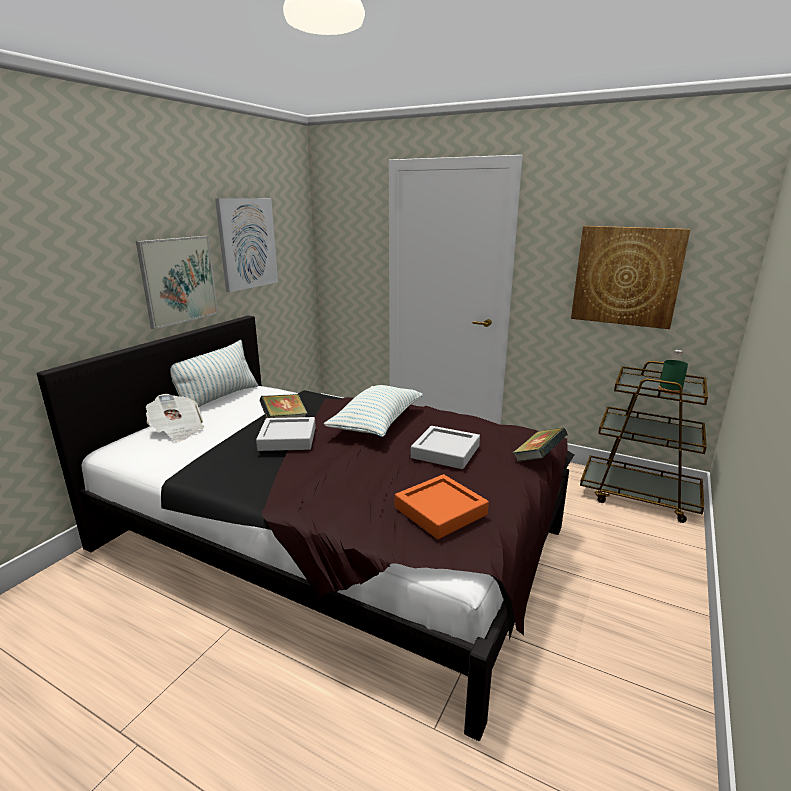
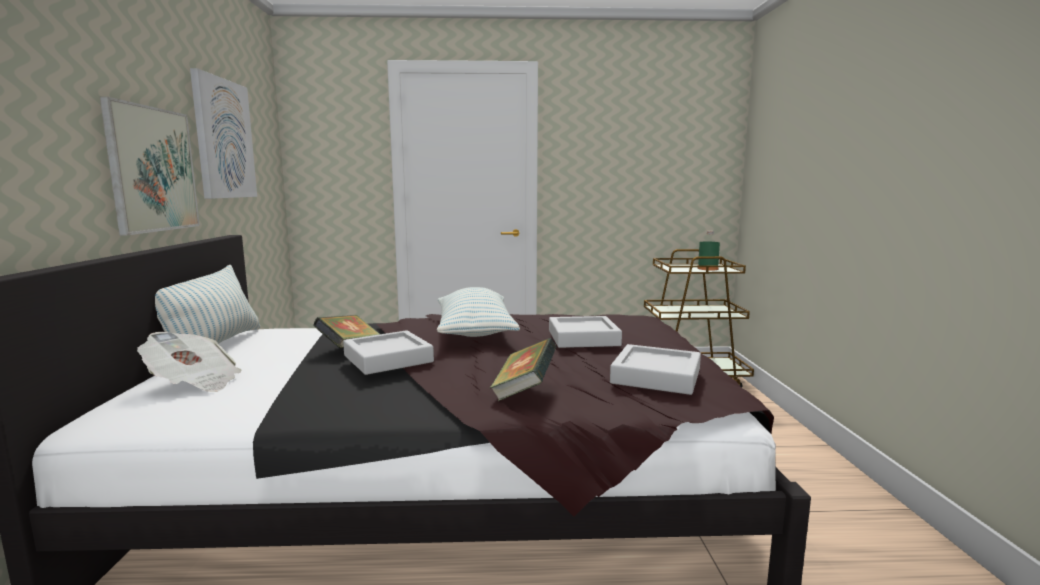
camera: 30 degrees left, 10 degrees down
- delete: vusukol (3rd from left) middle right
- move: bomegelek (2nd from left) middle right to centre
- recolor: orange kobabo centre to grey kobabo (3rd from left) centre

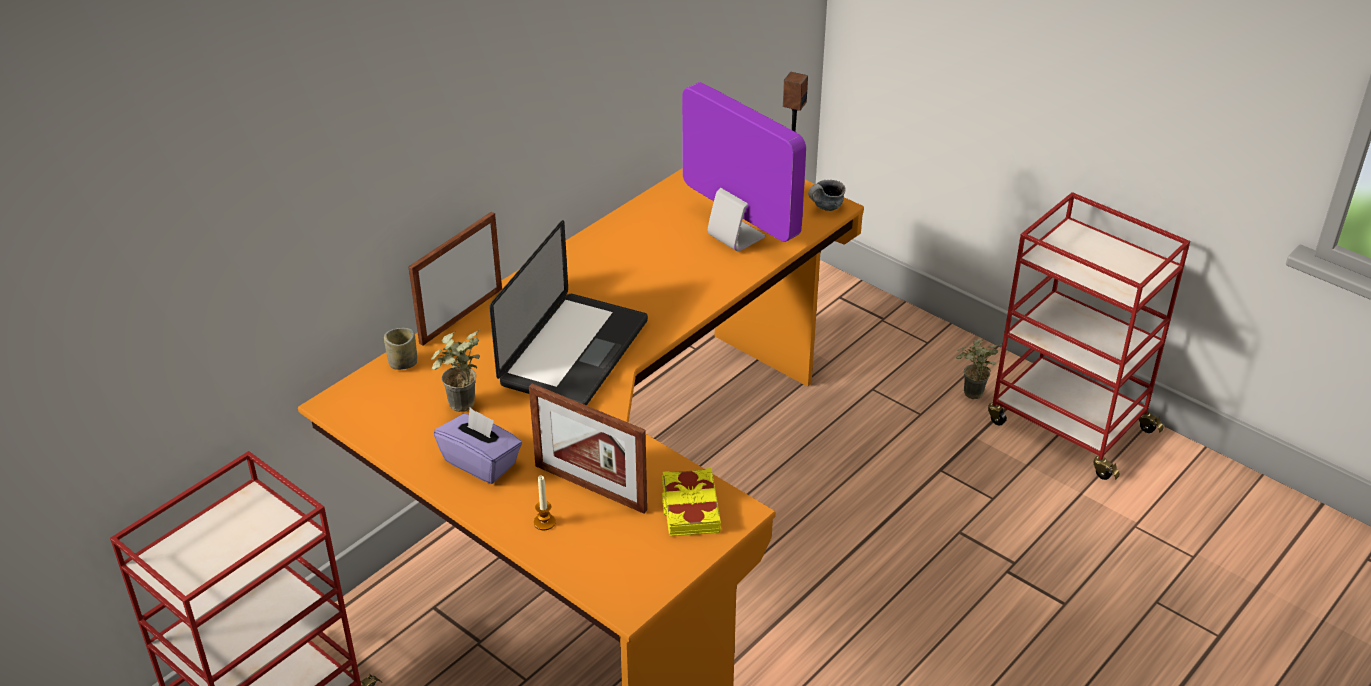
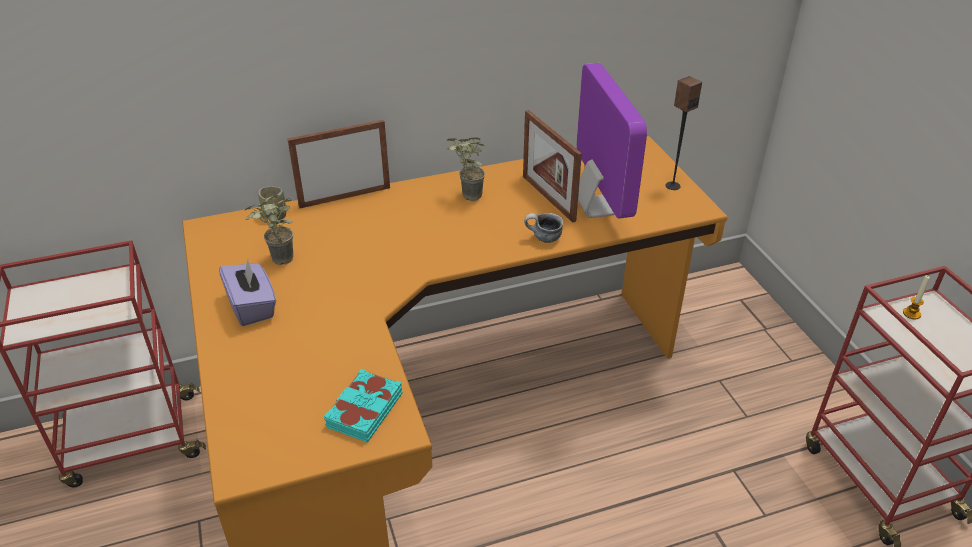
camera: 30 degrees right, 0 degrees up
- move: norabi top centre to centre
- delete: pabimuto centre
- move: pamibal (2nd from left) middle right to top centre
- move: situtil (2nd from left) centre to top centre
- recolor: yellow bomegelek bottom centre to turquoise bomegelek bottom centre
- move: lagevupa bottom centre to middle right

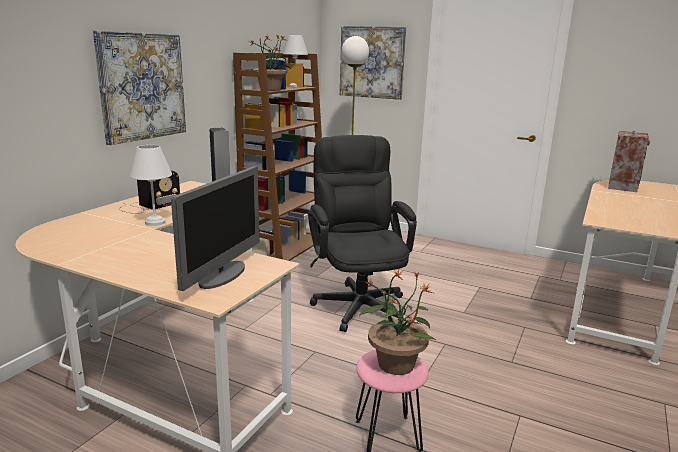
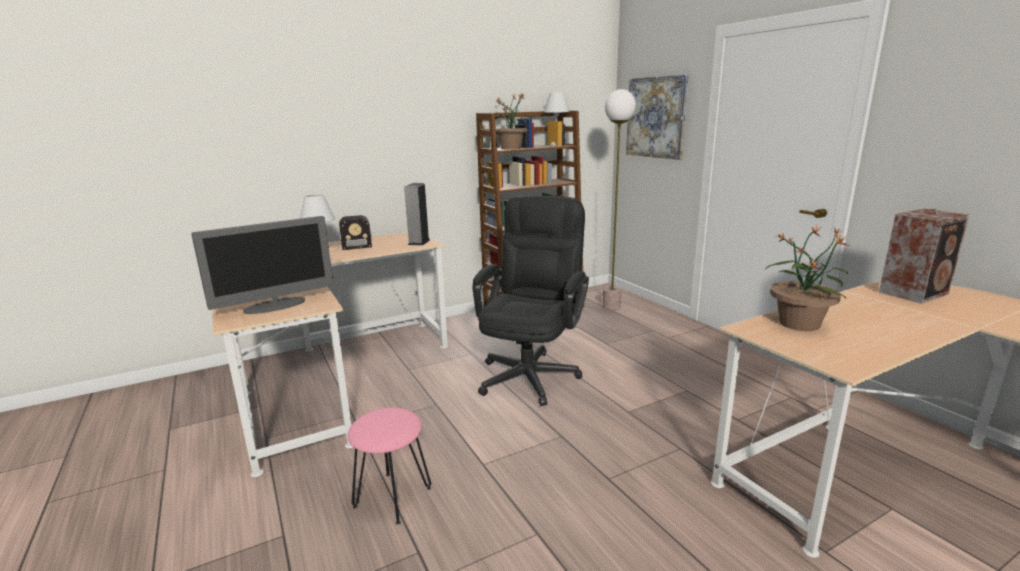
camera: 35 degrees right, 0 degrees up
- delete: vusukol (1st from left) top left
- move: pamibal (2nd from left) bottom centre to middle right

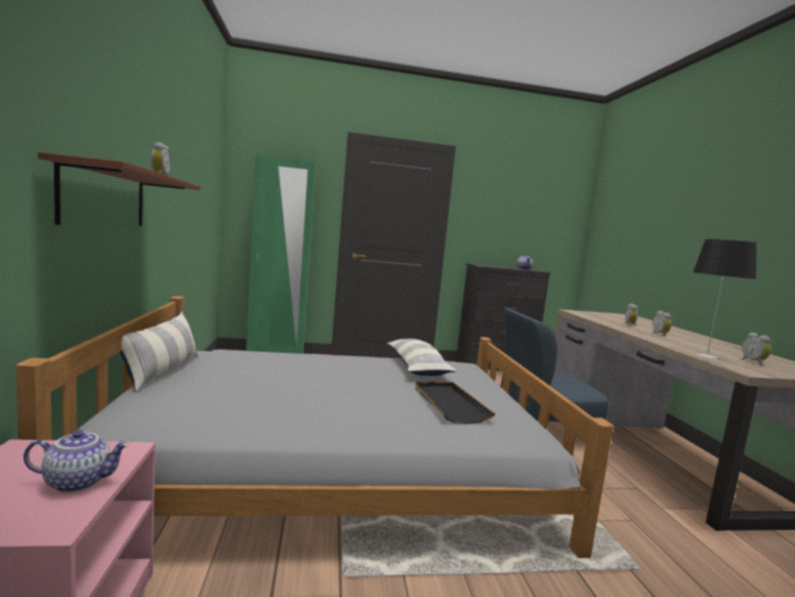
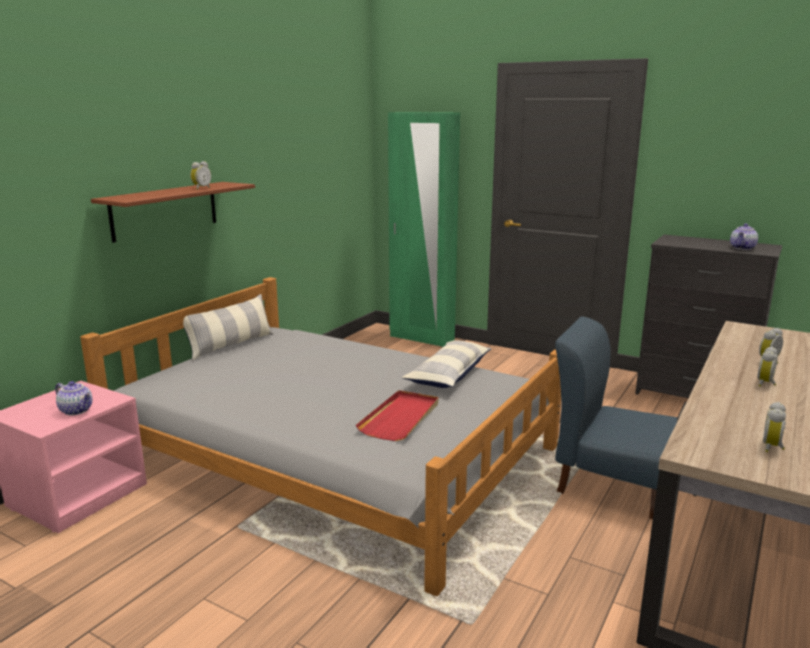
camera: 40 degrees right, 10 degrees up
- delete: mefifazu middle right
- recolor: black kobabo bottom centre to red kobabo centre

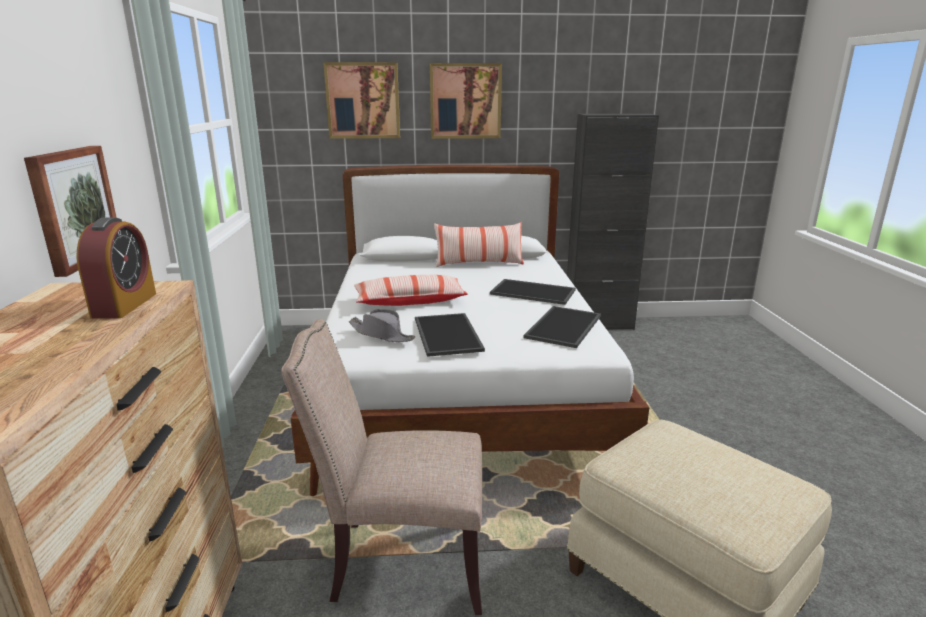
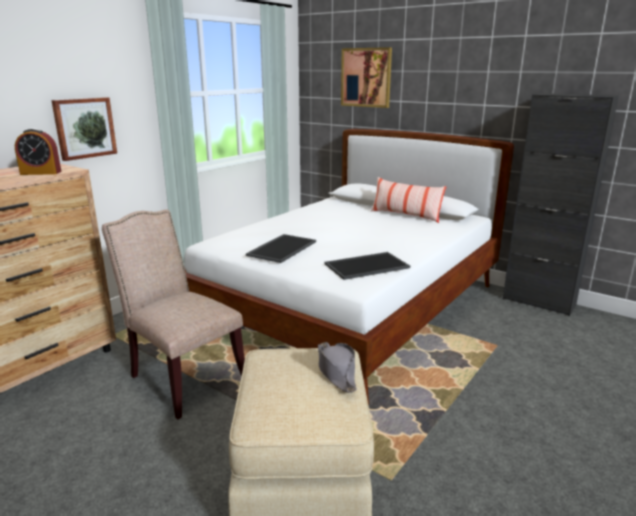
camera: 40 degrees right, 0 degrees up
- delete: vusukol (3rd from left) top centre
- rotate: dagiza middle left = top left 45 degrees clockwise
- delete: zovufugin (1st from left) centre
- delete: kobabo (2nd from left) centre
- move: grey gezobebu centre to bottom centre

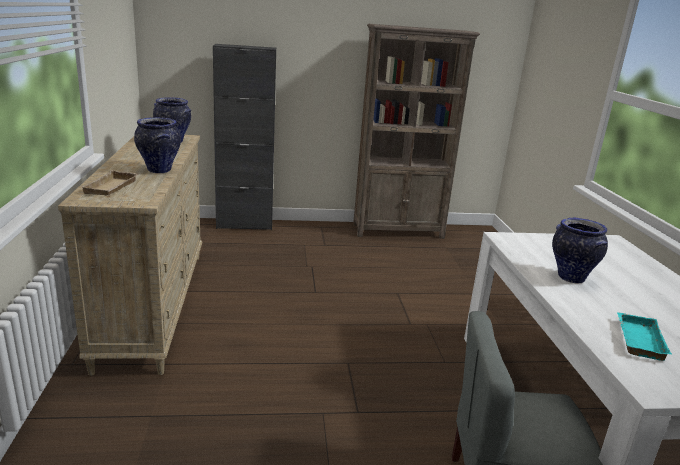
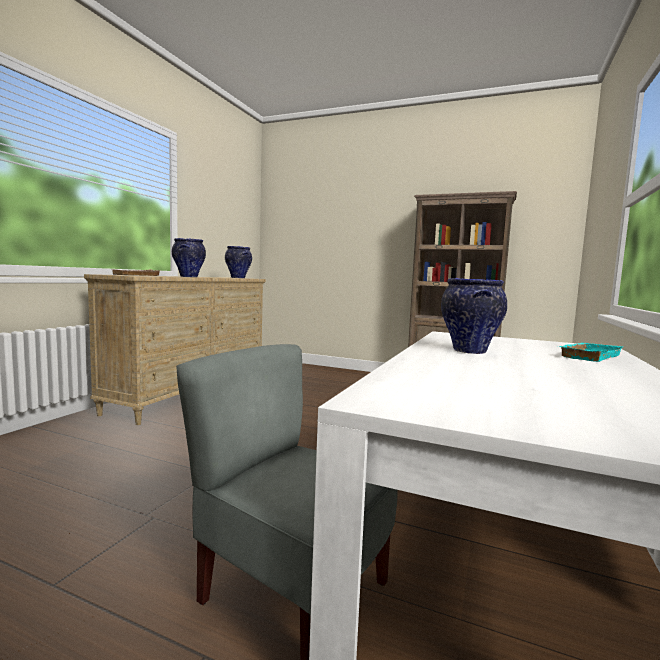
camera: 30 degrees right, 15 degrees down
- delete: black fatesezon top centre
- move: turquoise kobabo bottom right to middle right

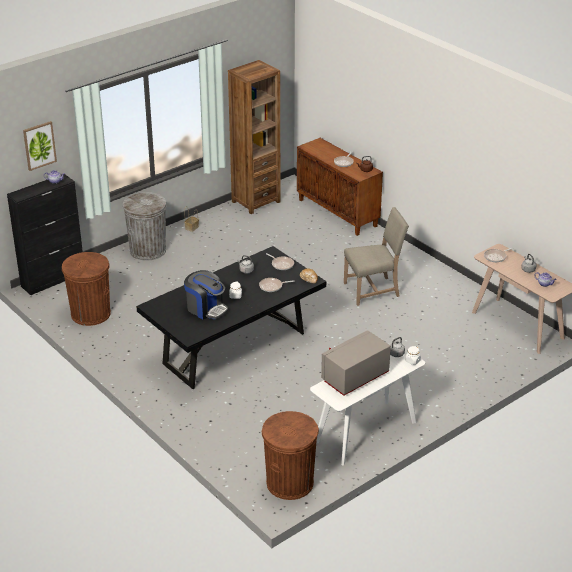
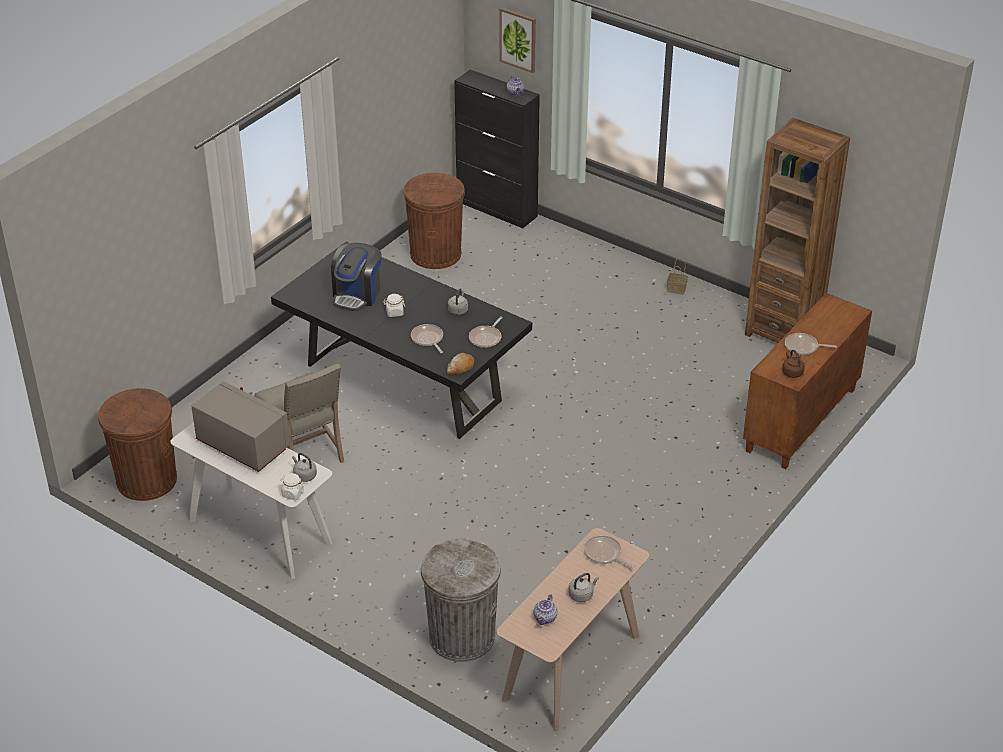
camera: 75 degrees right, 5 degrees up
- move: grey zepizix middle left to bottom centre
- move: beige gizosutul centre to middle left

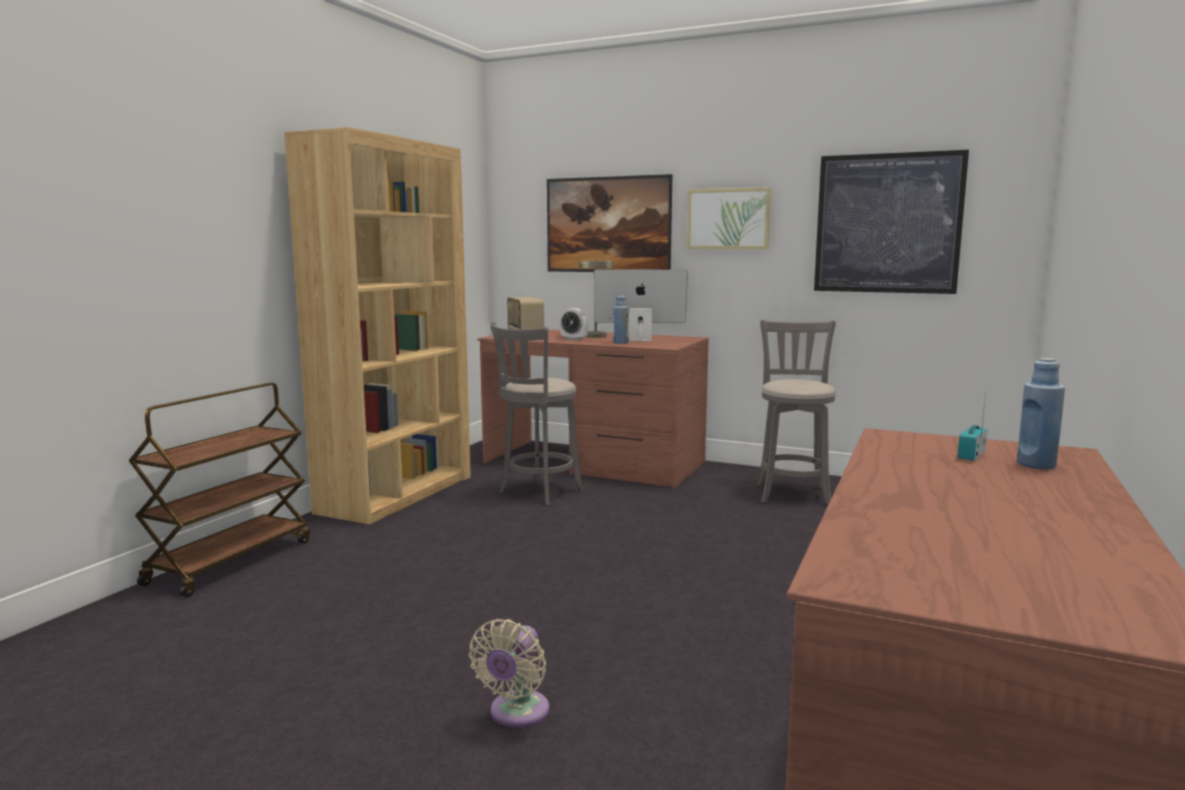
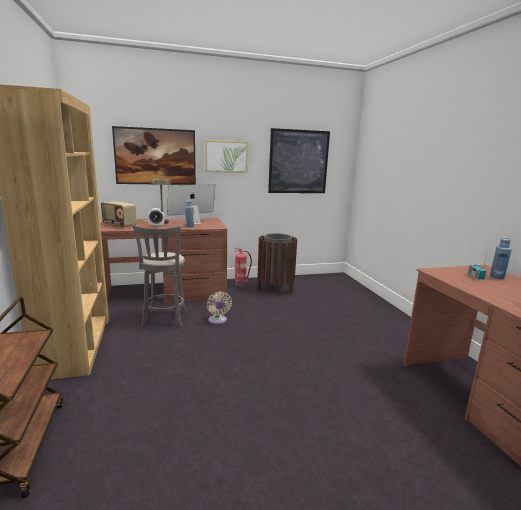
camera: 40 degrees left, 5 degrees up
- replace: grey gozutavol (2nd from left) middle right to brown zepizix centre
- move: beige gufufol bottom centre to centre
- insert: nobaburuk centre

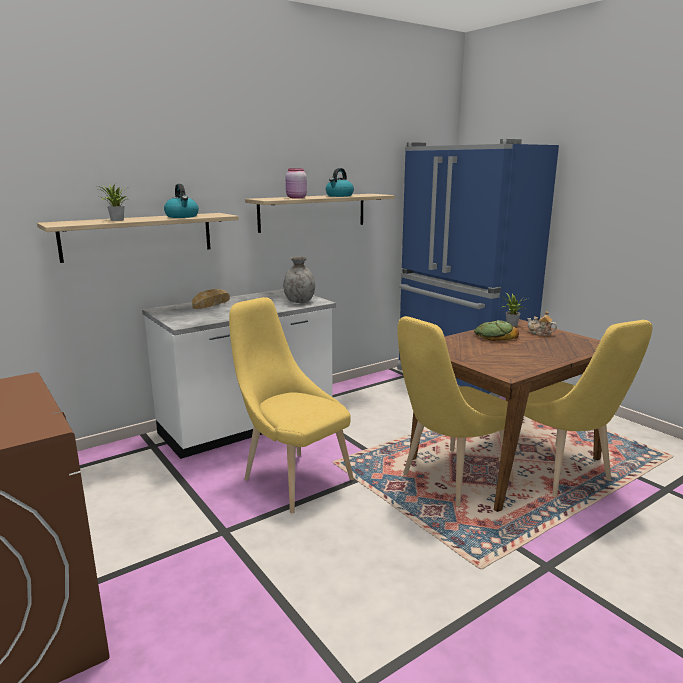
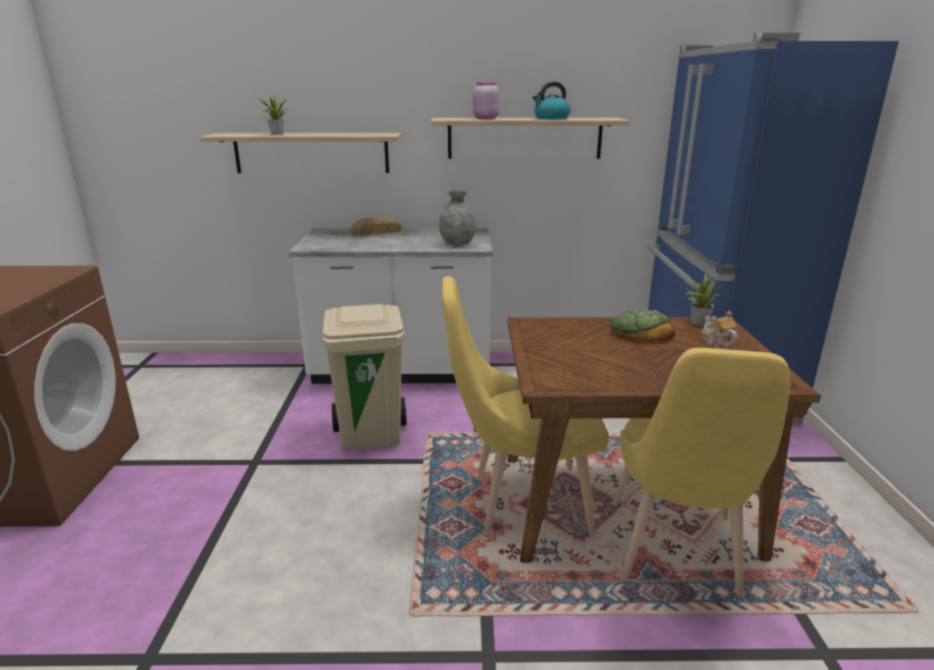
camera: 35 degrees right, 5 degrees up
- delete: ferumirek (1st from left) top left
- replace: yellow gizosutul (1st from left) centre to beige zepizix centre

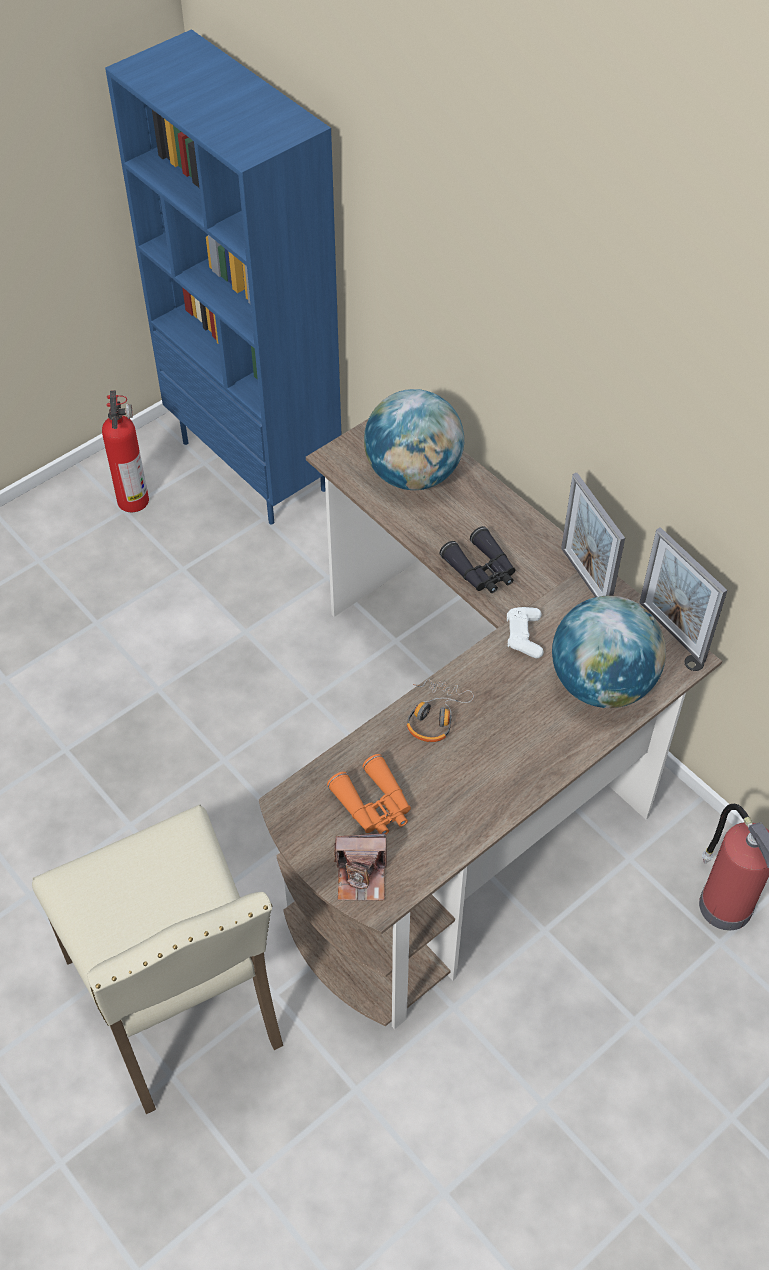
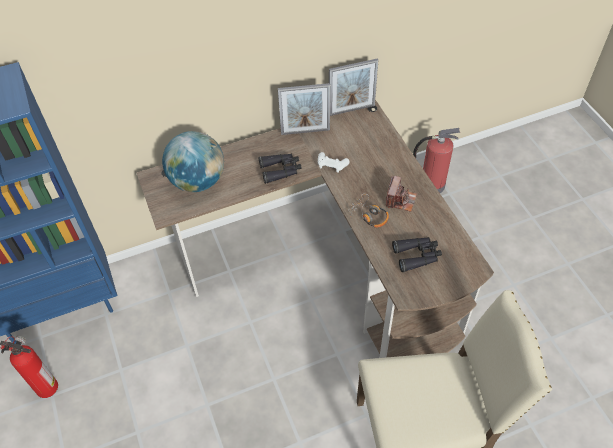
camera: 70 degrees left, 0 degrees up
- delete: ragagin (2nd from left) middle right
- recolor: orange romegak centre to black romegak (2nd from left) middle right
- move: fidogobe bottom centre to centre

